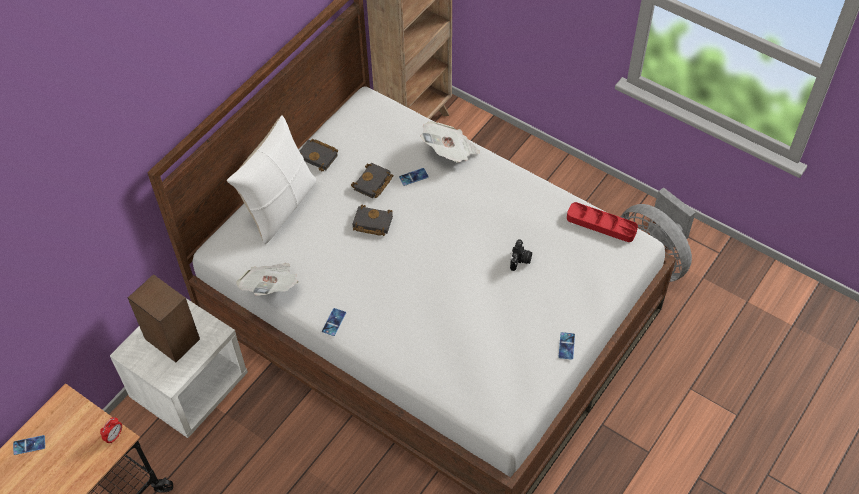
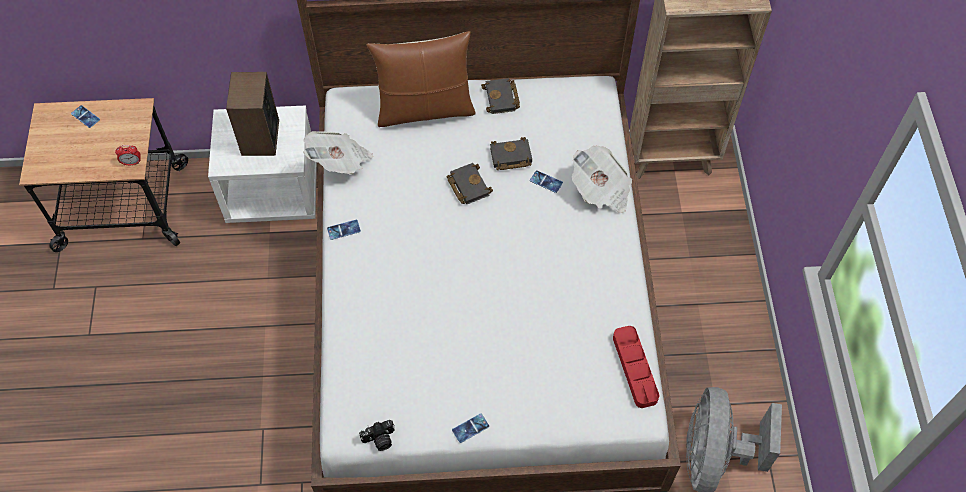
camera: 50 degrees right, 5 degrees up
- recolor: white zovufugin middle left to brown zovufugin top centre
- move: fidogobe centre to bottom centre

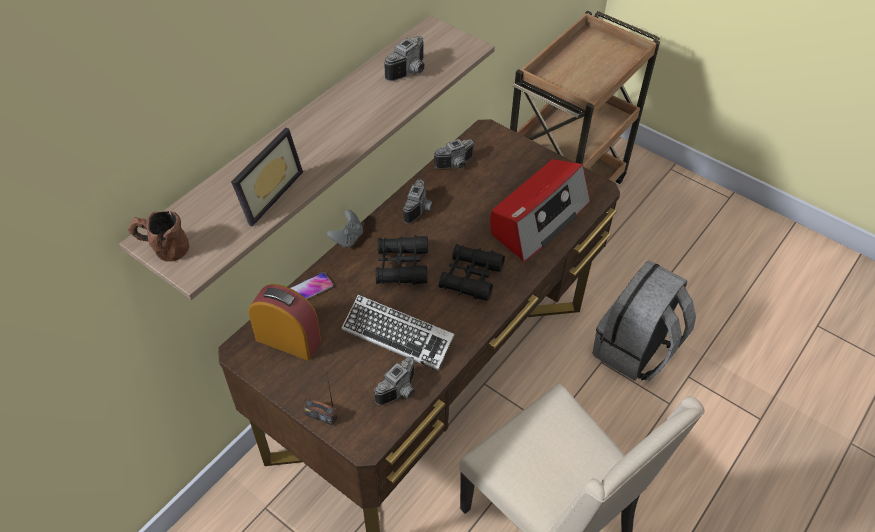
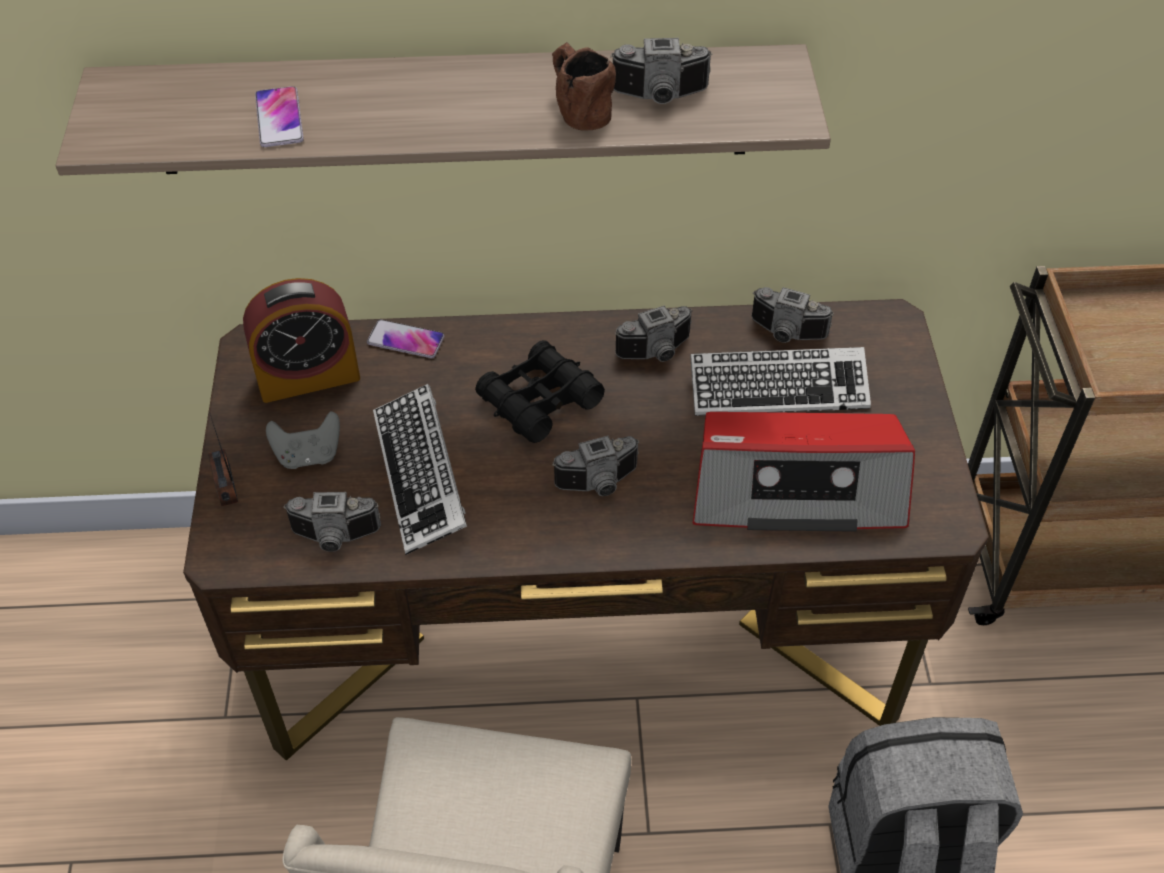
camera: 50 degrees right, 0 degrees up
- replace: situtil top left to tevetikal (1st from left) top left
- move: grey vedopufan centre to middle left
- move: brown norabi middle left to top centre
- replace: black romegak (2nd from left) centre to fidogobe (2nd from left) centre
- rotate: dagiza middle left = middle left 90 degrees clockwise
- insert: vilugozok (2nd from left) middle right

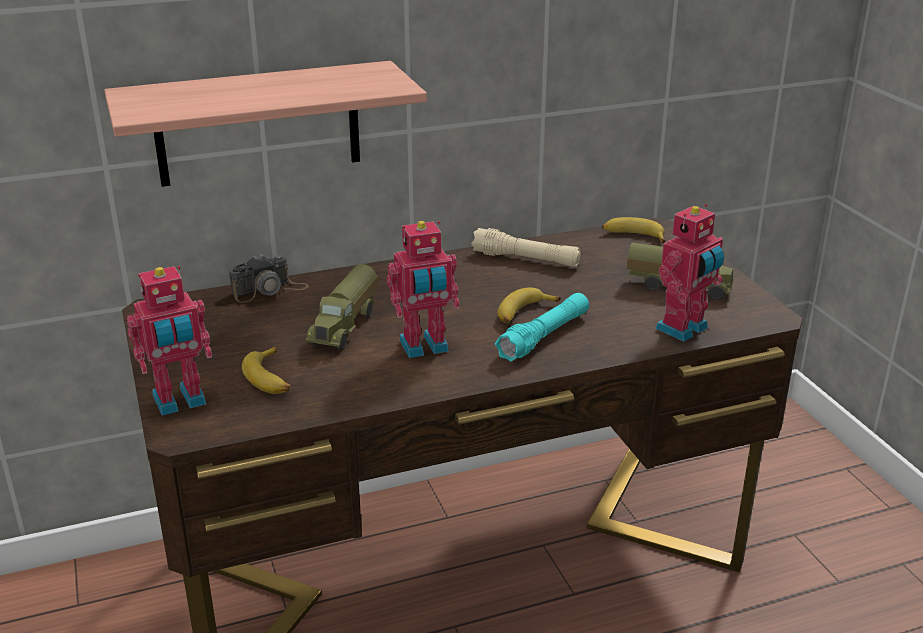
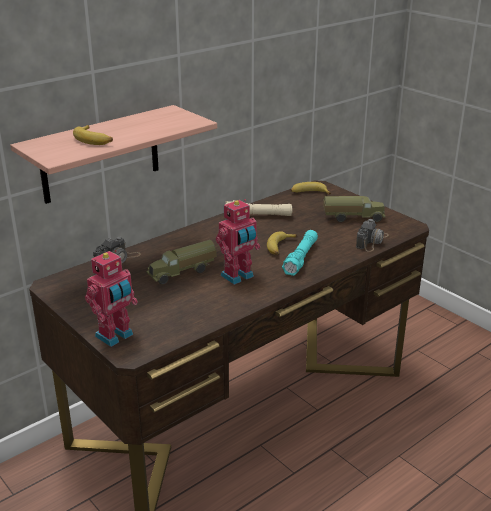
camera: 20 degrees left, 0 degrees up
- replace: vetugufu (3rd from left) middle right to fidogobe (2nd from left) middle right
- rotate: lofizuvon (1st from left) centre = centre 60 degrees clockwise
- move: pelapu (1st from left) middle left to top left

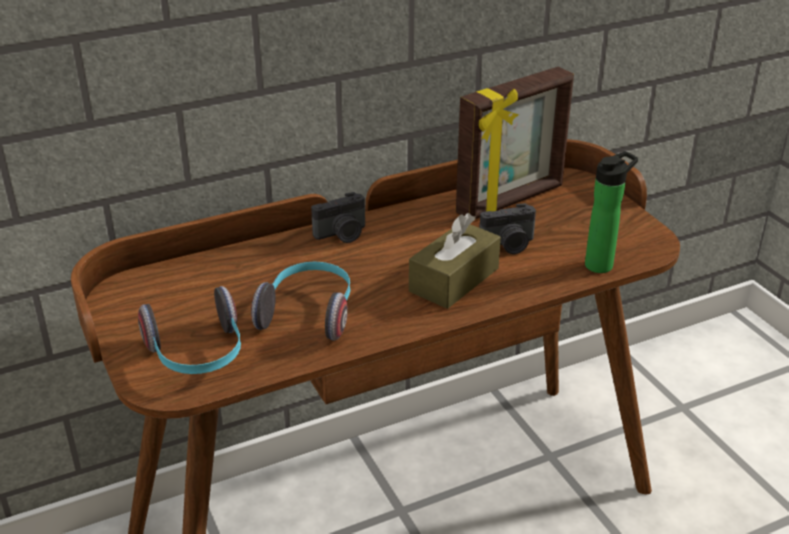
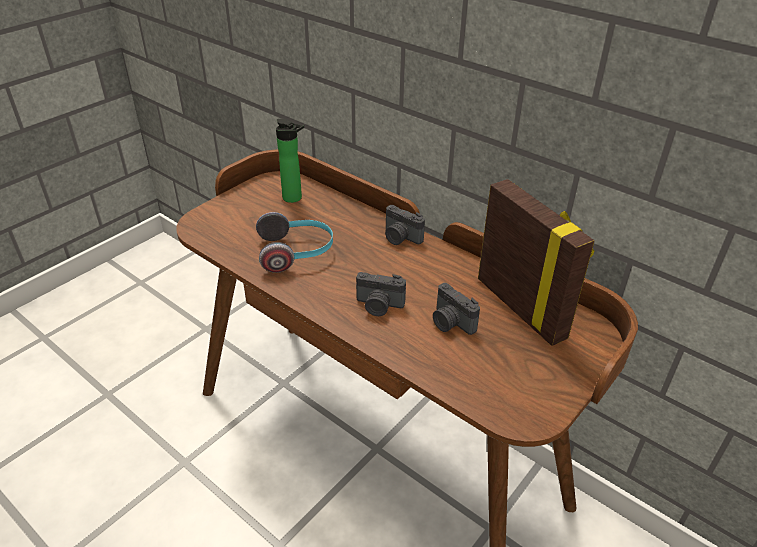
camera: 65 degrees right, 5 degrees up
- rotate: situtil top centre = middle right 150 degrees counterclockwise
- move: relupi middle right to top centre
- replace: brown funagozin centre to fidogobe (1st from left) centre
- delete: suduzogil (1st from left) middle left

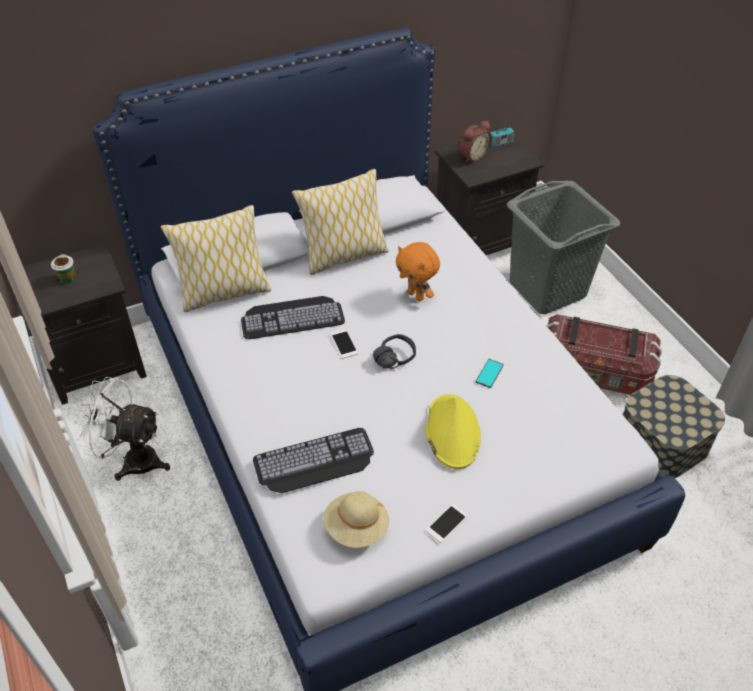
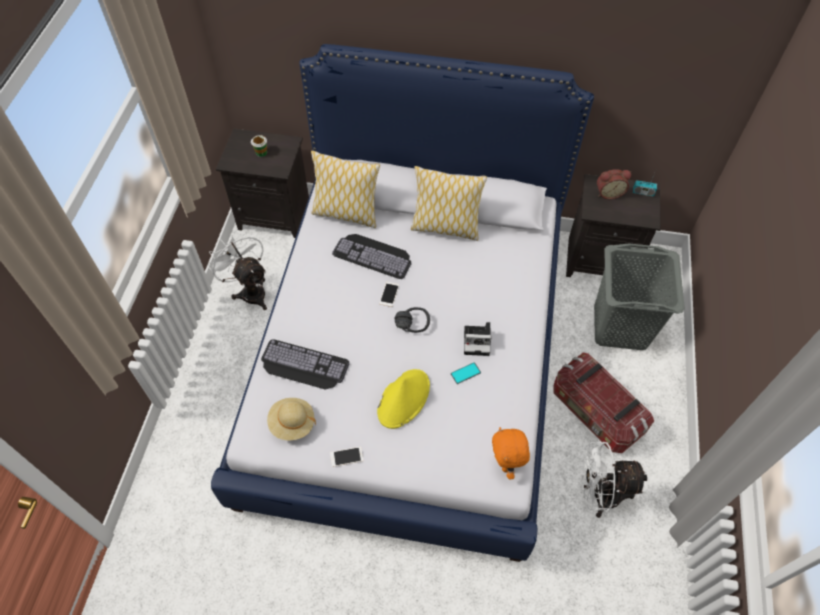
camera: 35 degrees right, 10 degrees up
- move: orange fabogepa centre to bottom centre
- replace: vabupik (2nd from left) middle right to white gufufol (2nd from left) bottom right
- insert: fidogobe centre

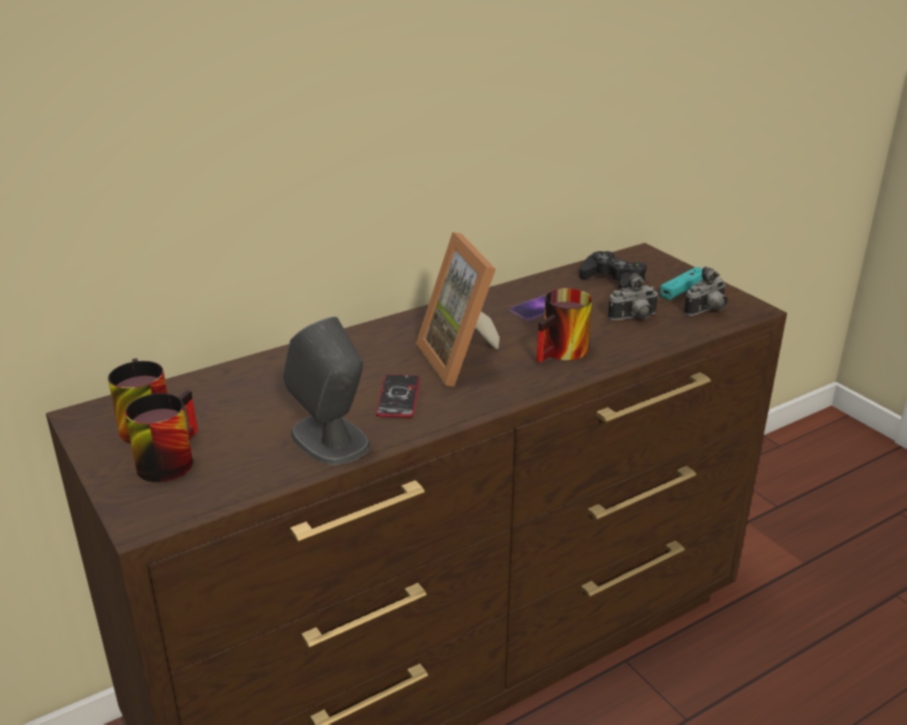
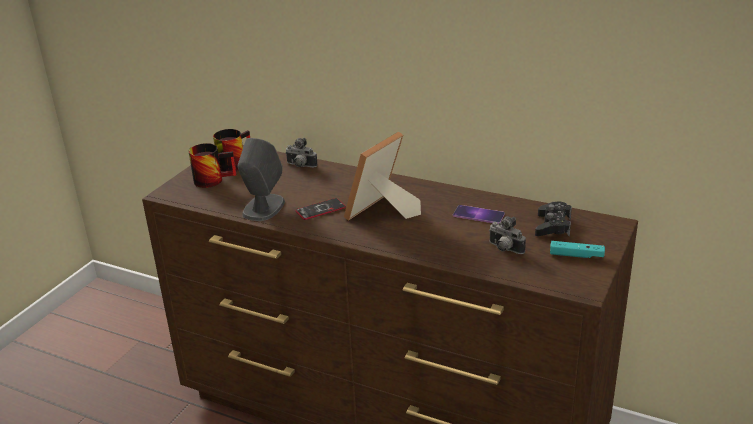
camera: 60 degrees right, 0 degrees up
- move: fidogobe (2nd from left in the first image) middle right to fidogobe (1st from left) centre
- delete: norabi (3rd from left) centre

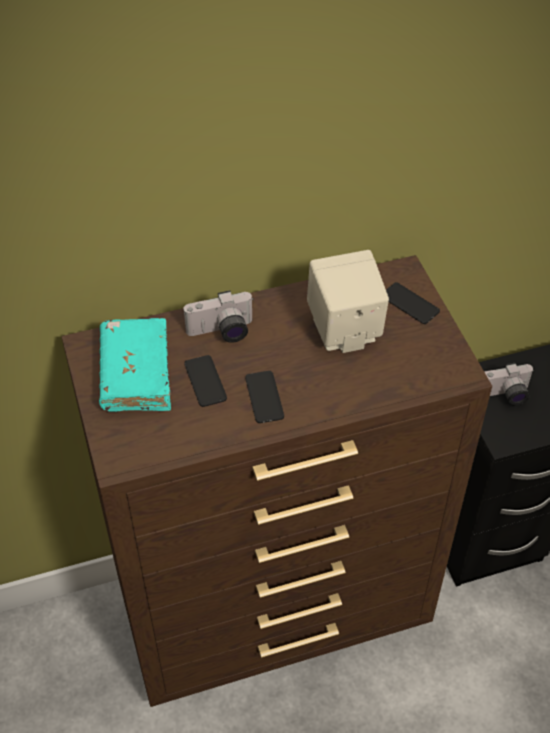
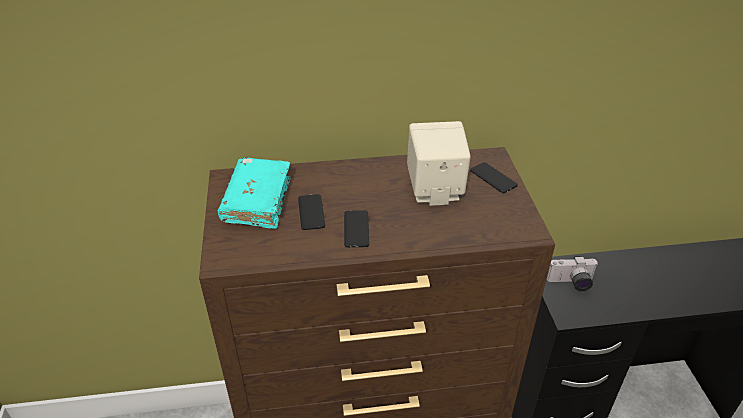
camera: 10 degrees right, 10 degrees down
- delete: fidogobe (1st from left) centre

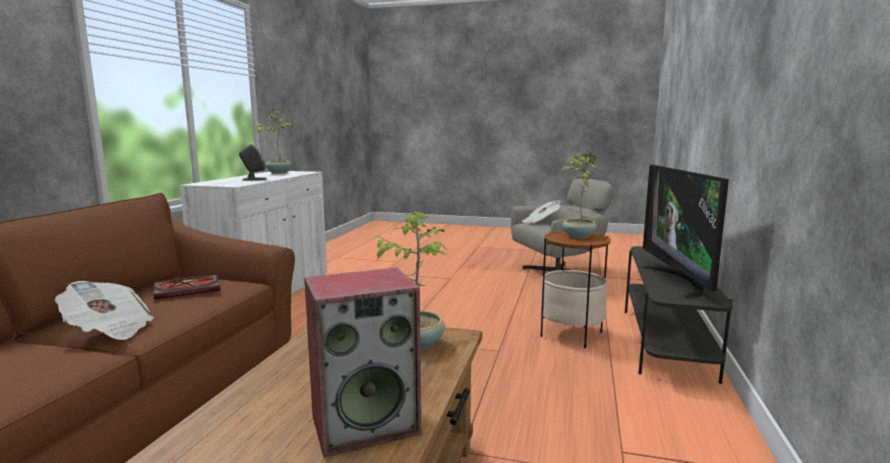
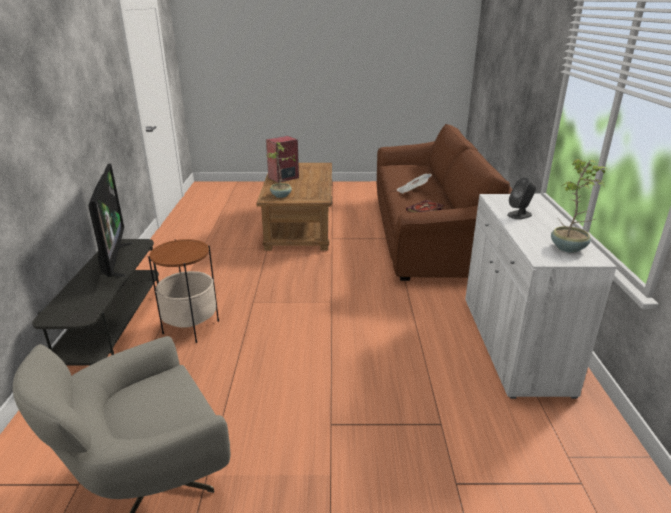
camera: 165 degrees right, 15 degrees up
- delete: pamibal (3rd from left) centre
- delete: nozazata (2nd from left) centre

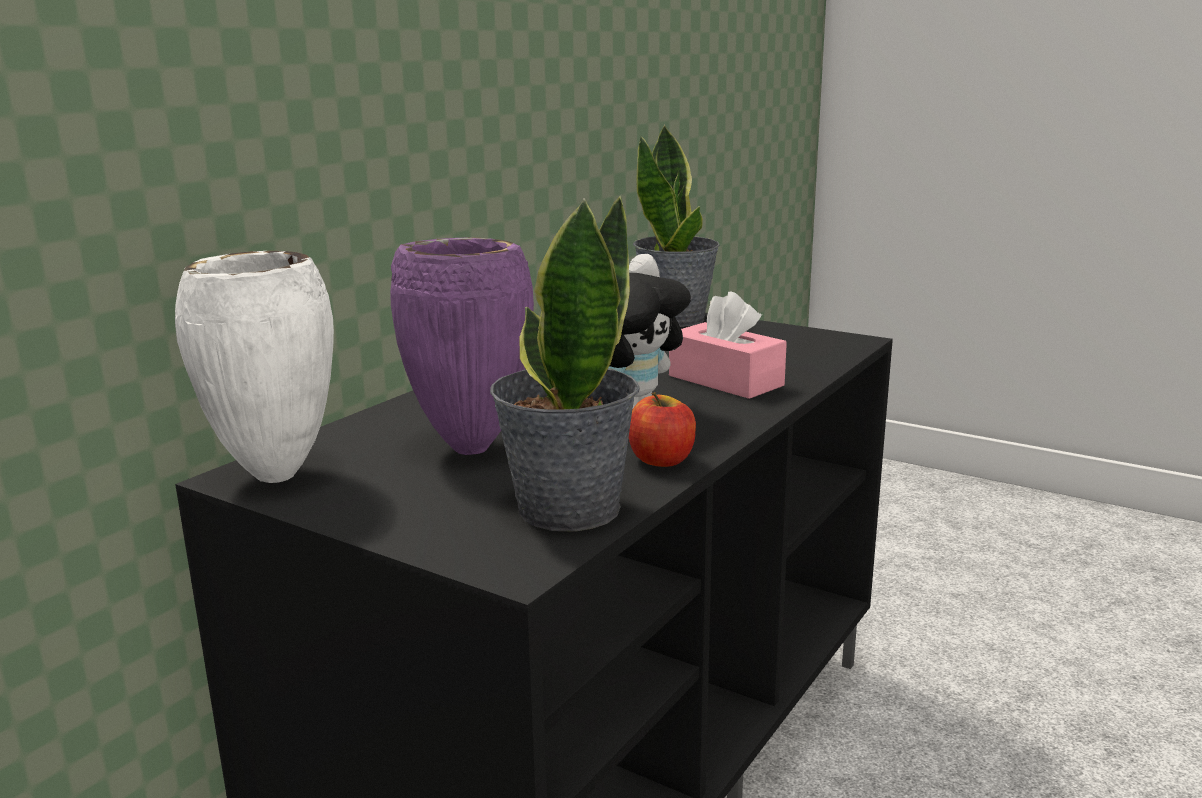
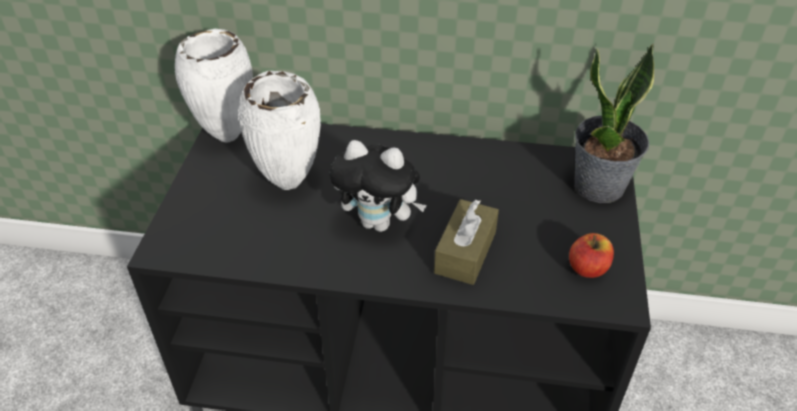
camera: 65 degrees right, 25 degrees up
- delete: pamibal (1st from left) centre
- recolor: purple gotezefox centre to white gotezefox (2nd from left) top centre
- recolor: pink funagozin centre to brown funagozin centre
- move: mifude centre to middle right

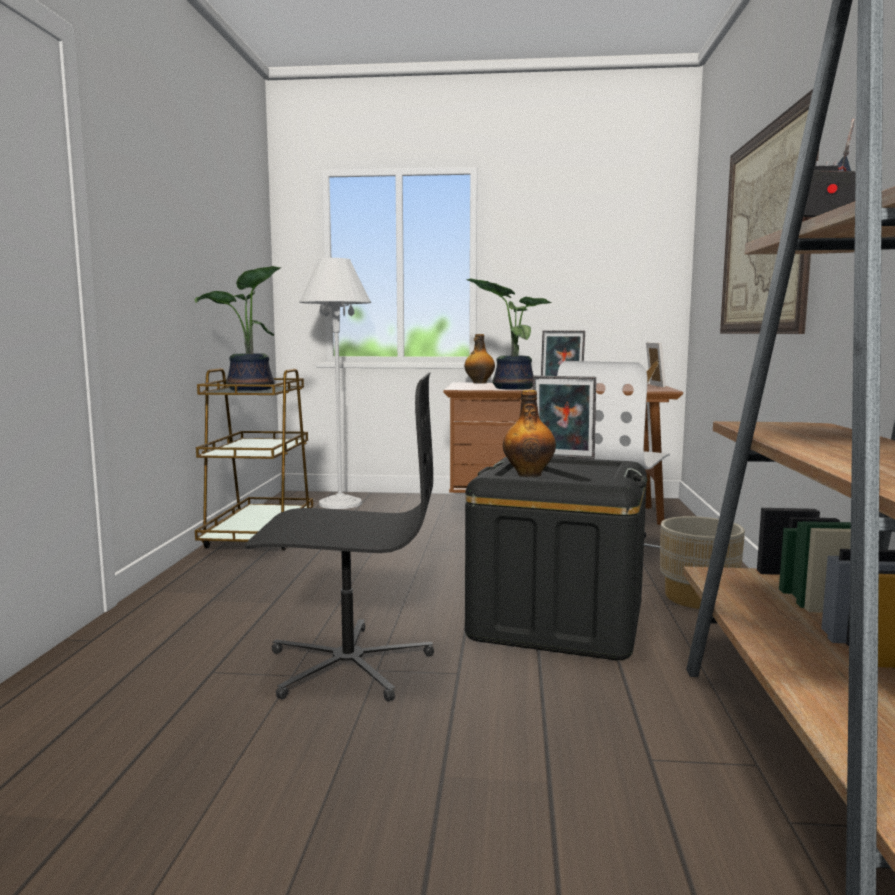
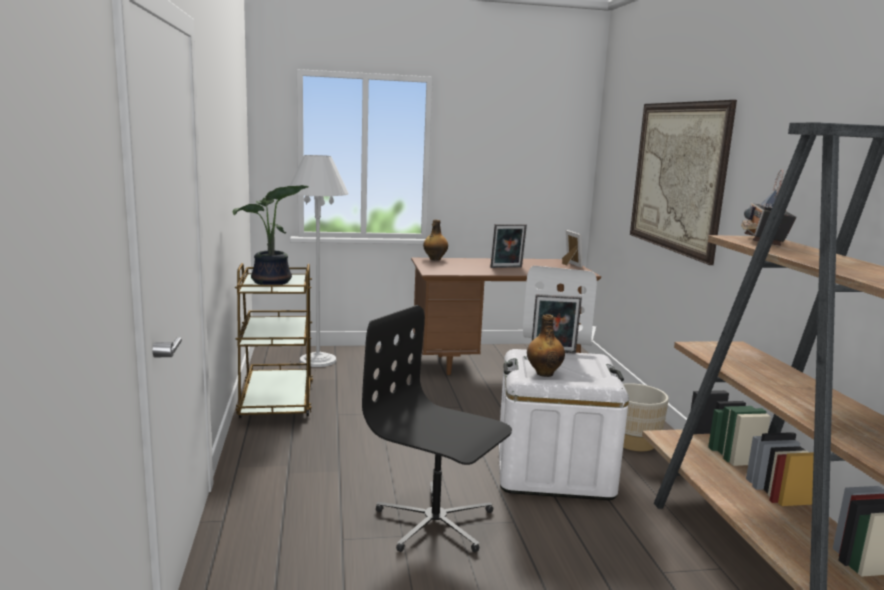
camera: 15 degrees left, 5 degrees up
- delete: pamibal (2nd from left) centre
- rotate: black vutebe centre = bottom centre 135 degrees counterclockwise
- recolor: black vabupik centre to white vabupik bottom centre

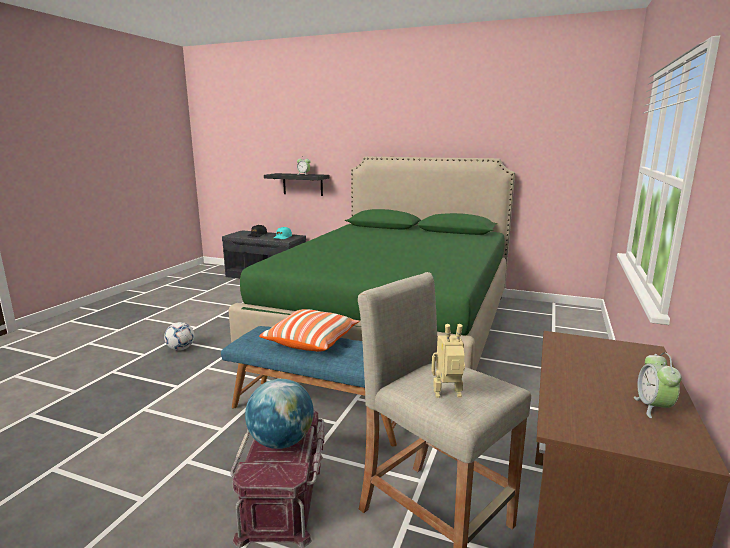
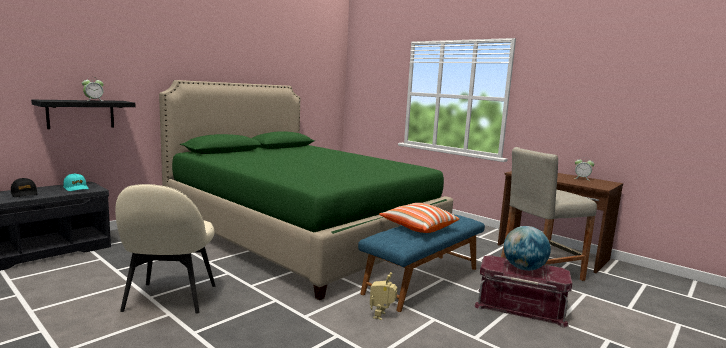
camera: 70 degrees left, 5 degrees down
- delete: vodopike middle left
- move: vetugufu centre to bottom centre
- insert: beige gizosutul bottom left

